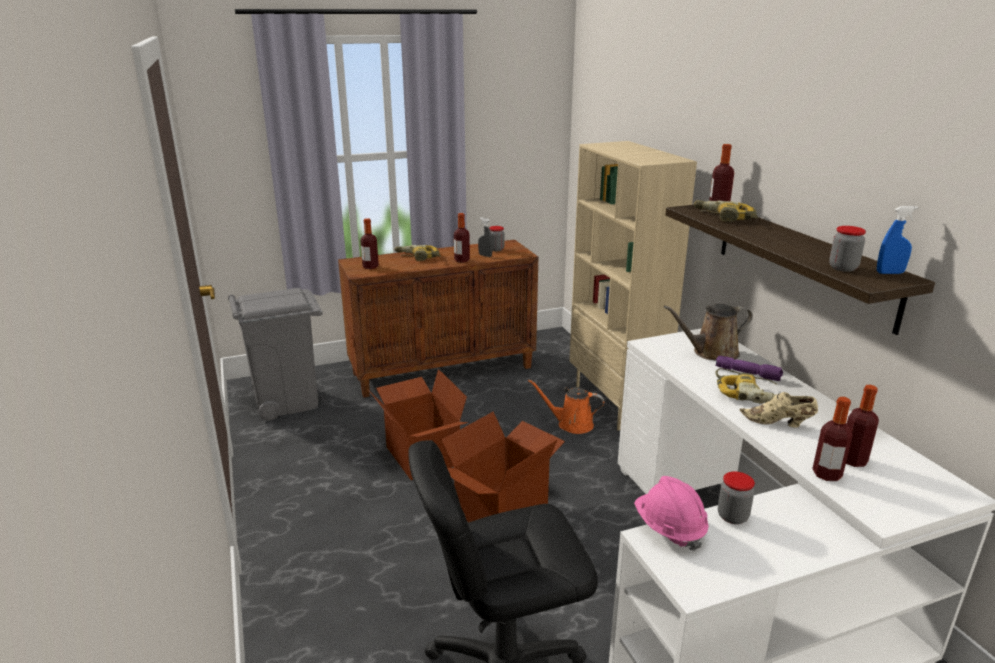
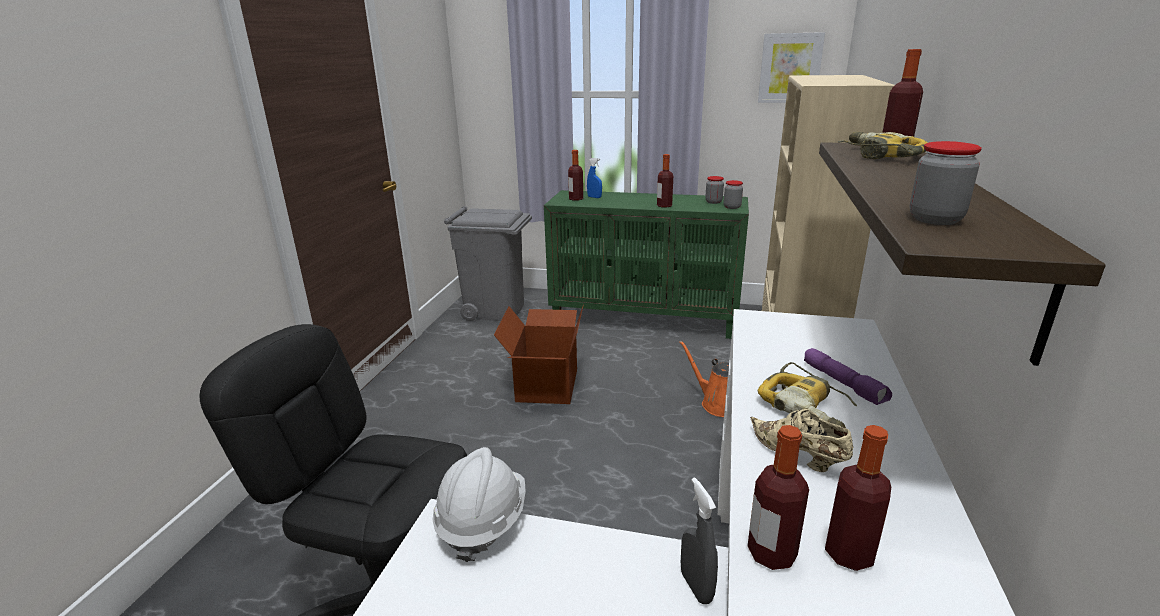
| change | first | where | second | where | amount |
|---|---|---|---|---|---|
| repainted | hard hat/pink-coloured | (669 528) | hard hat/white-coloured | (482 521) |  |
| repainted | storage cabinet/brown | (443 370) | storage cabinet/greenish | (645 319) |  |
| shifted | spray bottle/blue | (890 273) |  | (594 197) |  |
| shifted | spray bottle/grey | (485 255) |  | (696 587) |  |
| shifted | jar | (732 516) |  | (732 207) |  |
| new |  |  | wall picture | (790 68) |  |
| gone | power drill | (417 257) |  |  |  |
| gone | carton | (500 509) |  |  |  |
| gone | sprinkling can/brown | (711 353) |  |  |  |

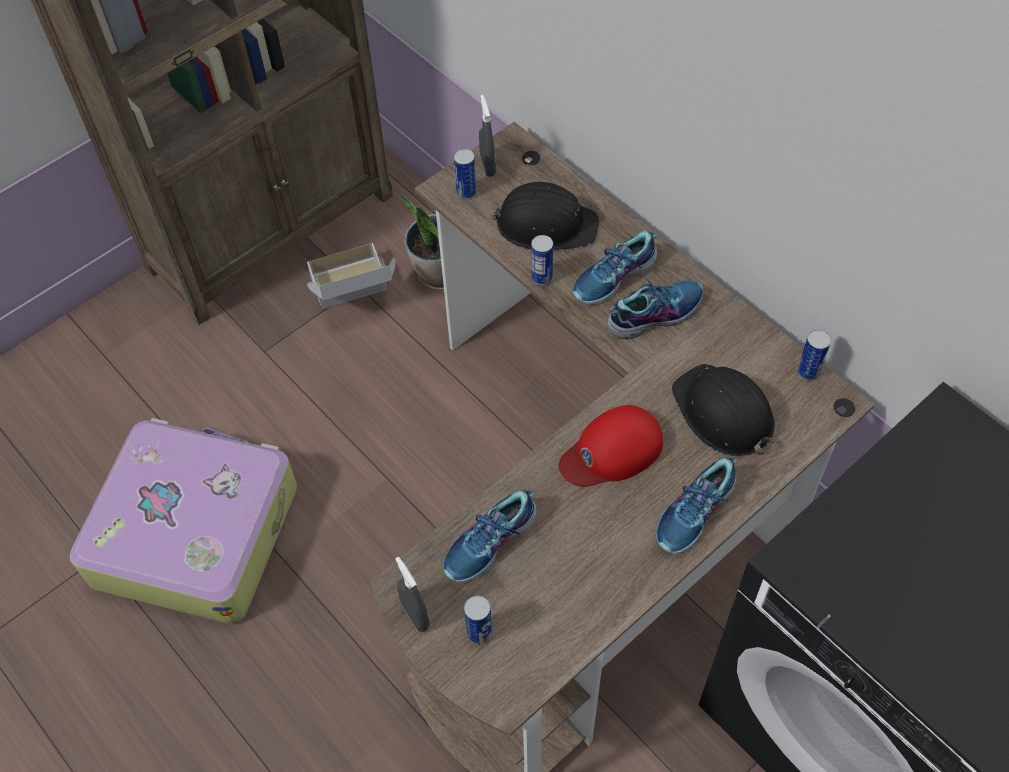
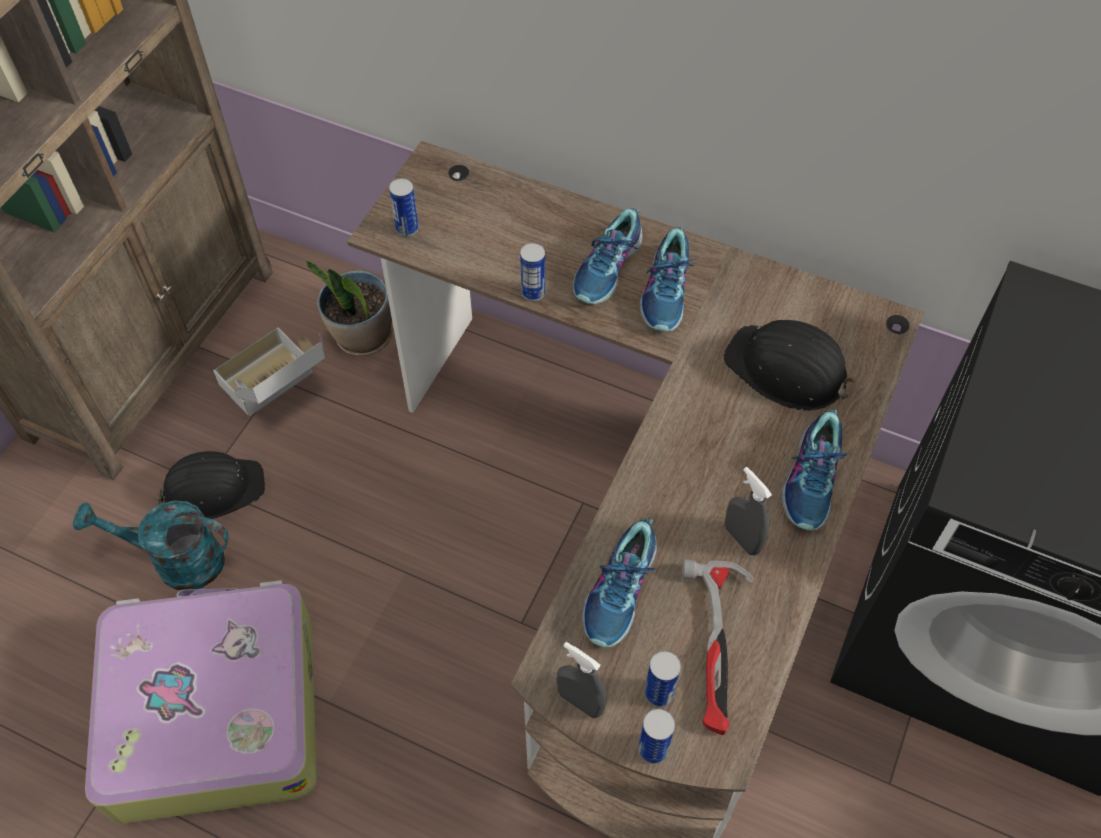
| change | first | where | second | where | amount |
|---|---|---|---|---|---|
| new |  |  | sprinkling can/turquoise-coloured | (176 560) |  |
| shifted | hard hat/blackish | (545 224) |  | (213 489) |  |
| shifted | sealed can | (808 372) |  | (653 749) |  |
| rotated | low shoe | (654 313) |  | (667 292) | 150 degrees clockwise |
| new |  |  | hammer | (718 647) |  |
| shifted | spray bottle/grey | (488 166) |  | (742 539) |  |
| gone | baseball cap/red-coloured | (612 451) |  |  |  |

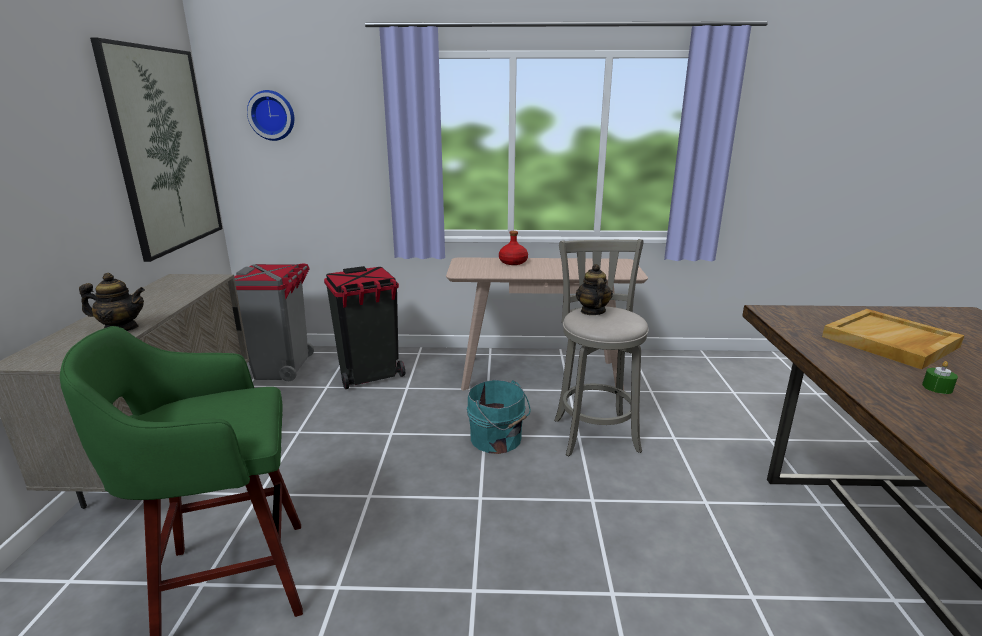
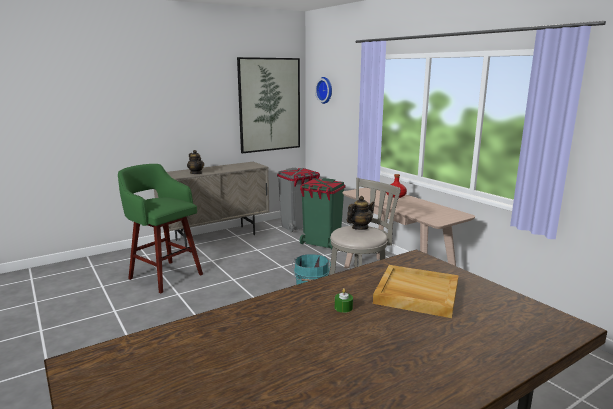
| change | first | where | second | where | amount |
|---|---|---|---|---|---|
| repainted | trash can/blackish | (370 375) | trash can/greenish | (322 244) |  |

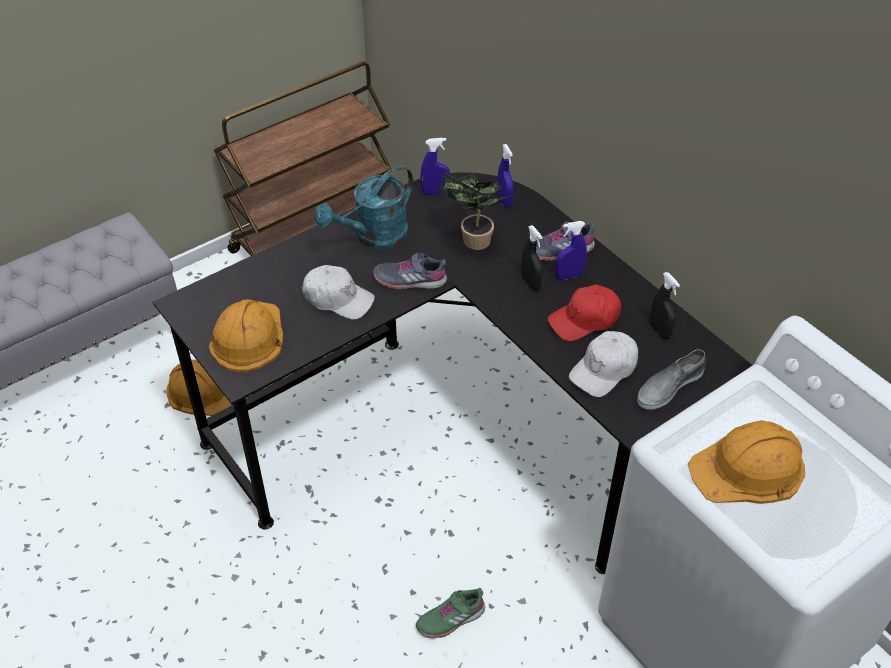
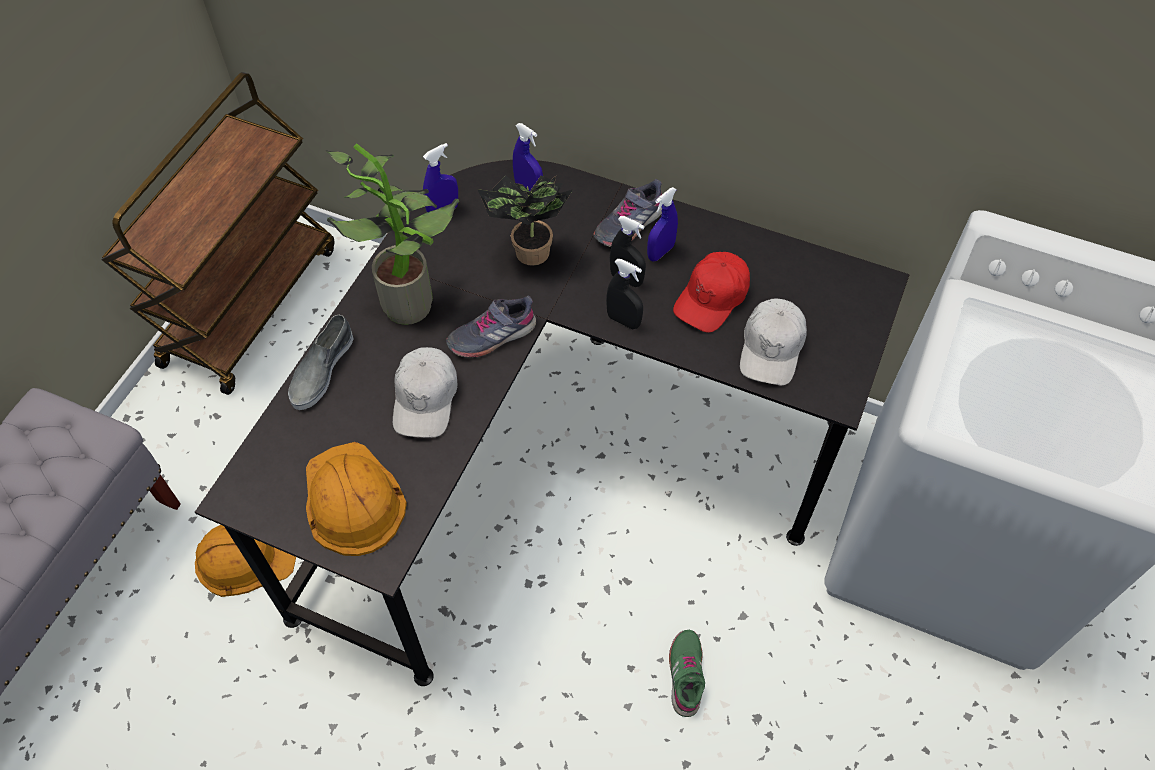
| change | first | where | second | where | amount |
|---|---|---|---|---|---|
| shifted | low shoe/grey | (669 386) |  | (321 369) |  |
| swapped | sprinkling can/turquoise-coloured | (374 238) | houseplant | (413 300) |  |
| rotated | baseball cap/white-coloured | (338 299) |  | (426 399) | 105 degrees clockwise |
| shifted | spray bottle/blackish | (659 330) |  | (623 321) |  |
| rotated | low shoe/greenish | (450 618) |  | (686 674) | 150 degrees clockwise |
| gone | hard hat/orange | (748 469) |  |  |  |

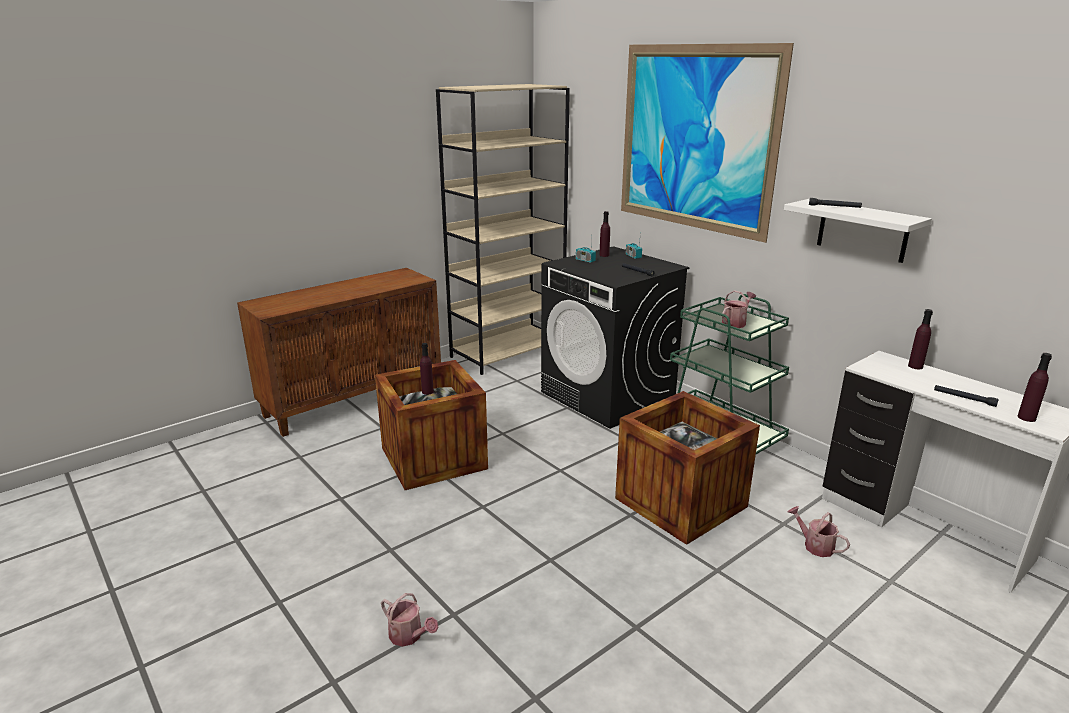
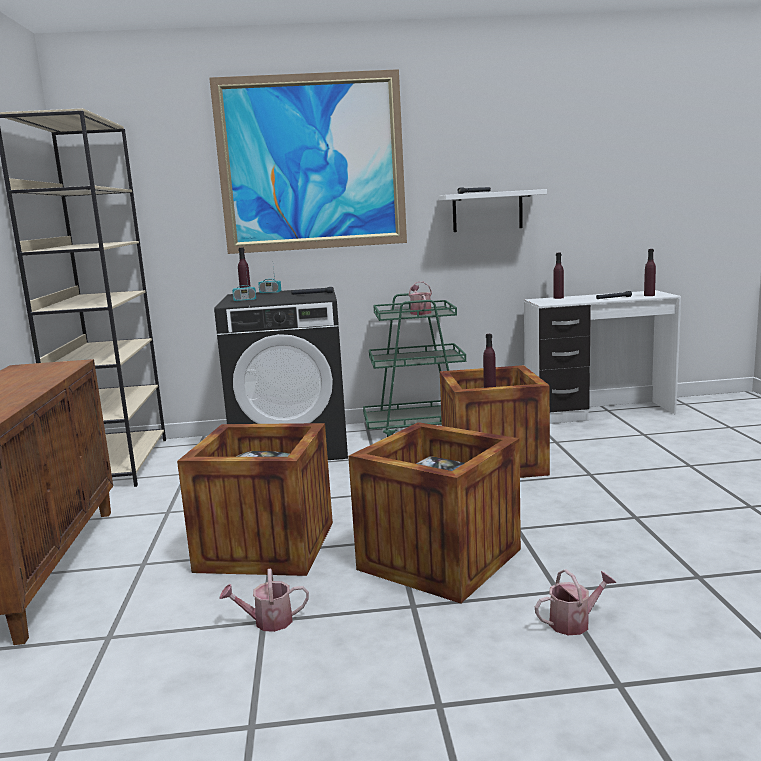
| change | first | where | second | where | amount |
|---|---|---|---|---|---|
| shifted | sprinkling can | (814 545) |  | (267 622) |  |
| new |  |  | crate | (439 559) |  |
| shifted | drink bottle/purplish | (427 392) |  | (489 387) |  |

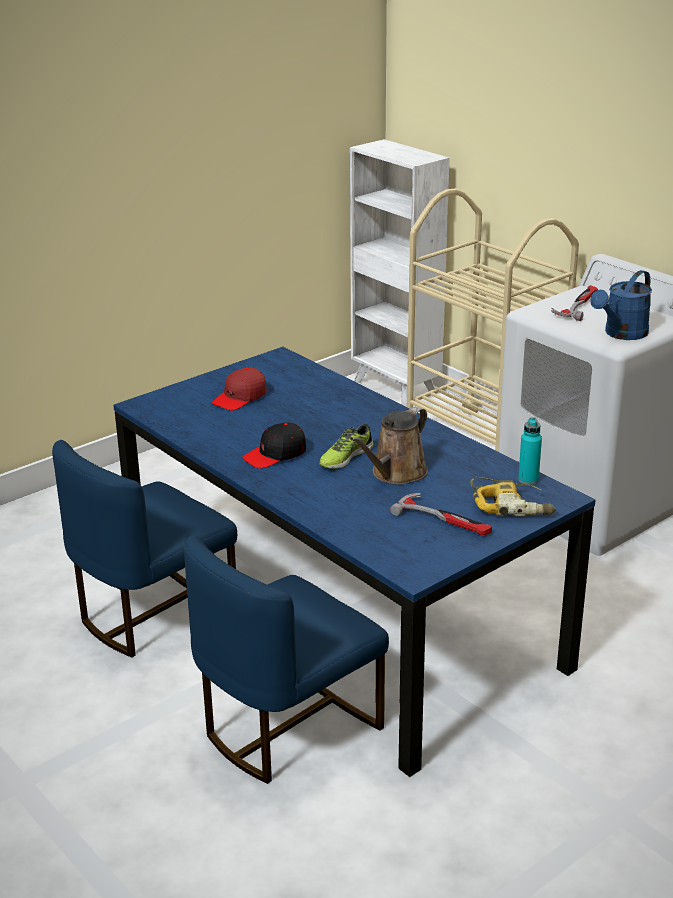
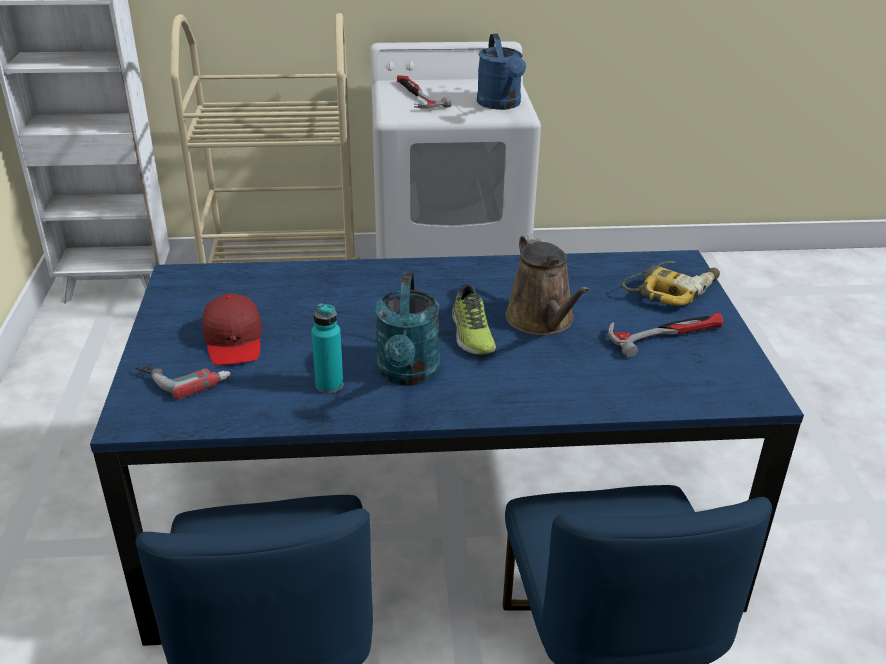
| change | first | where | second | where | amount |
|---|---|---|---|---|---|
| new |  |  | power drill | (184 377) |  |
| shifted | drink bottle/turquoise-coloured | (528 480) |  | (329 385) |  |
| swapped | baseball cap/blackish | (275 454) | sprinkling can/turquoise-coloured | (408 374) |  |

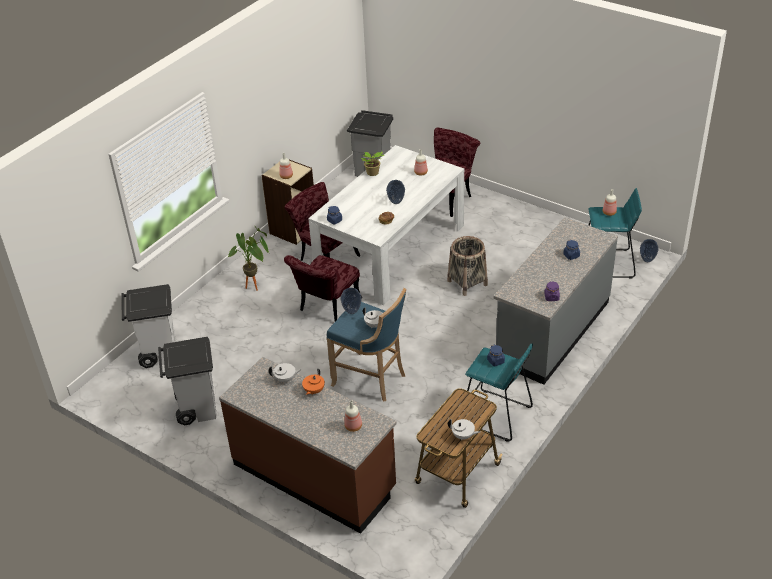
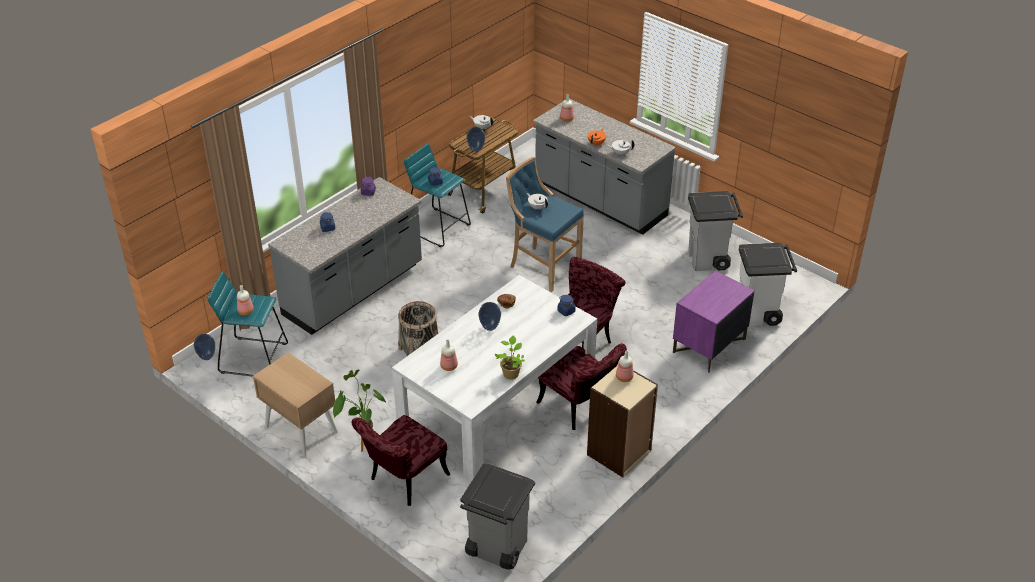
| change | first | where | second | where | amount |
|---|---|---|---|---|---|
| new |  |  | nightstand/beige | (300 429) |  |
| shifted | houseplant | (256 287) |  | (361 445) |  |
| shifted | flower vase | (351 311) |  | (476 150) |  |
| repainted | counter/brown | (314 476) | counter/grey | (599 201) |  |
| new |  |  | nightstand/purplish | (709 346) |  |

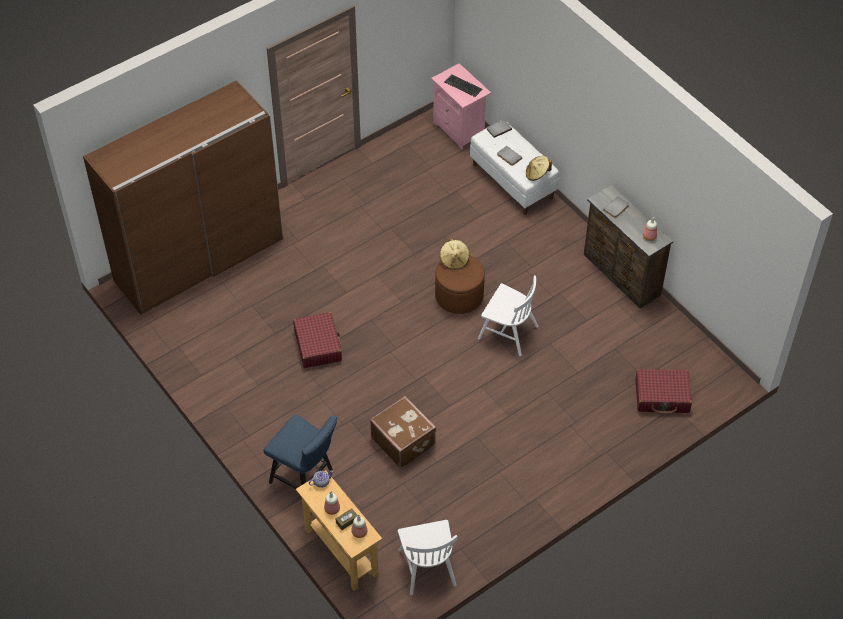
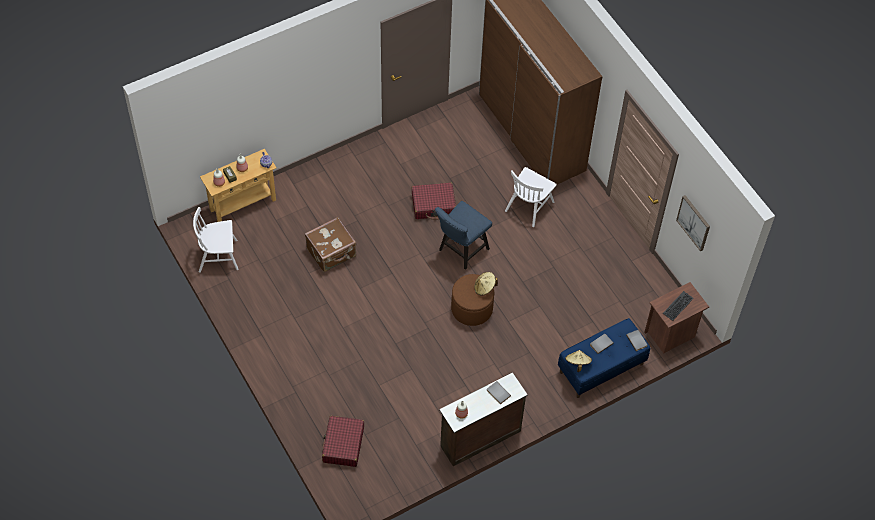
| change | first | where | second | where | amount |
|---|---|---|---|---|---|
| shifted | chair/blue | (305 478) |  | (461 251) |  |
| shifted | chair/white-coloured | (507 332) |  | (529 206) |  |
| repainted | bench/white-coloured | (513 181) | bench/blue | (601 368) |  |
| repainted | nightstand/pink-coloured | (460 129) | nightstand/brown | (670 334) |  |
| new |  |  | wall picture | (694 222) |  |

